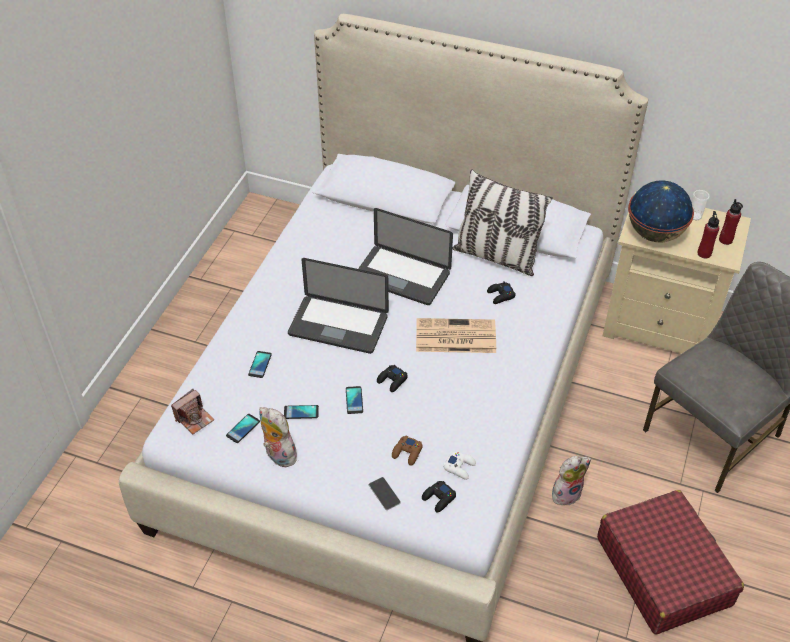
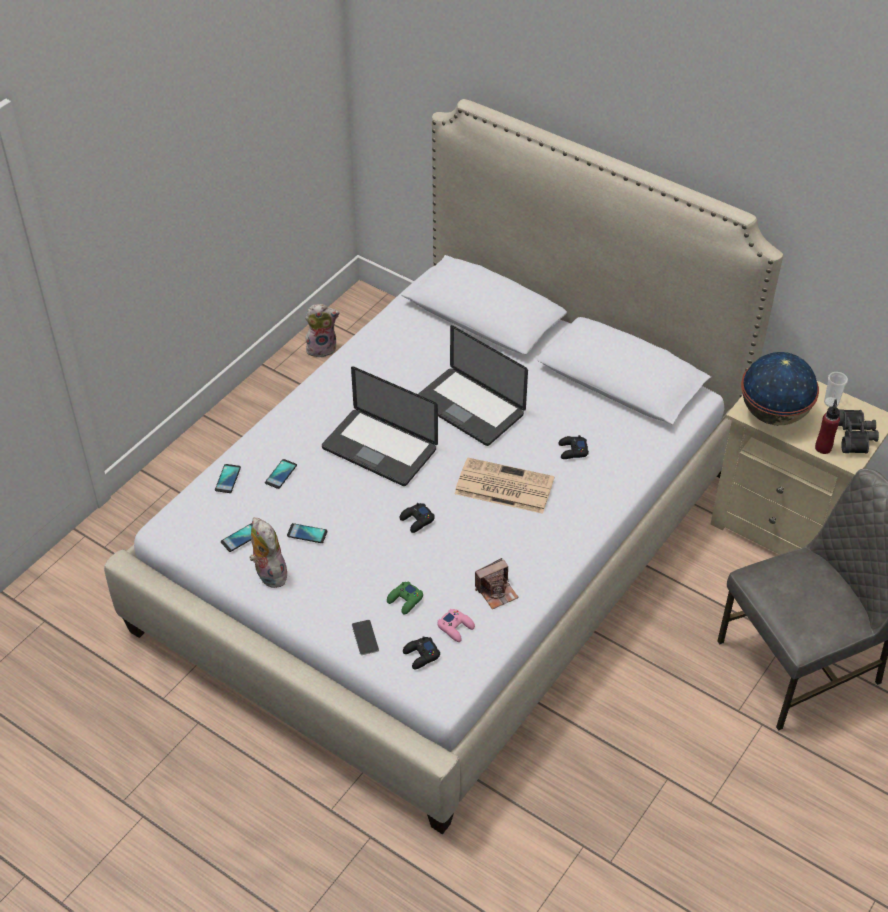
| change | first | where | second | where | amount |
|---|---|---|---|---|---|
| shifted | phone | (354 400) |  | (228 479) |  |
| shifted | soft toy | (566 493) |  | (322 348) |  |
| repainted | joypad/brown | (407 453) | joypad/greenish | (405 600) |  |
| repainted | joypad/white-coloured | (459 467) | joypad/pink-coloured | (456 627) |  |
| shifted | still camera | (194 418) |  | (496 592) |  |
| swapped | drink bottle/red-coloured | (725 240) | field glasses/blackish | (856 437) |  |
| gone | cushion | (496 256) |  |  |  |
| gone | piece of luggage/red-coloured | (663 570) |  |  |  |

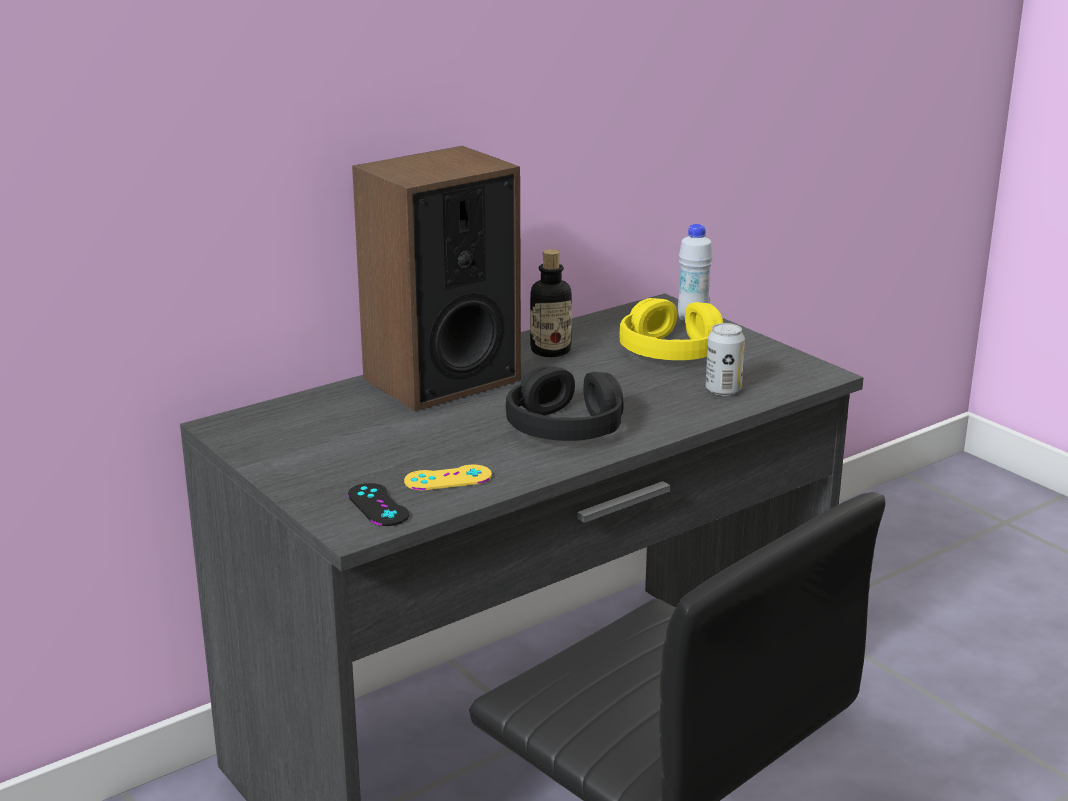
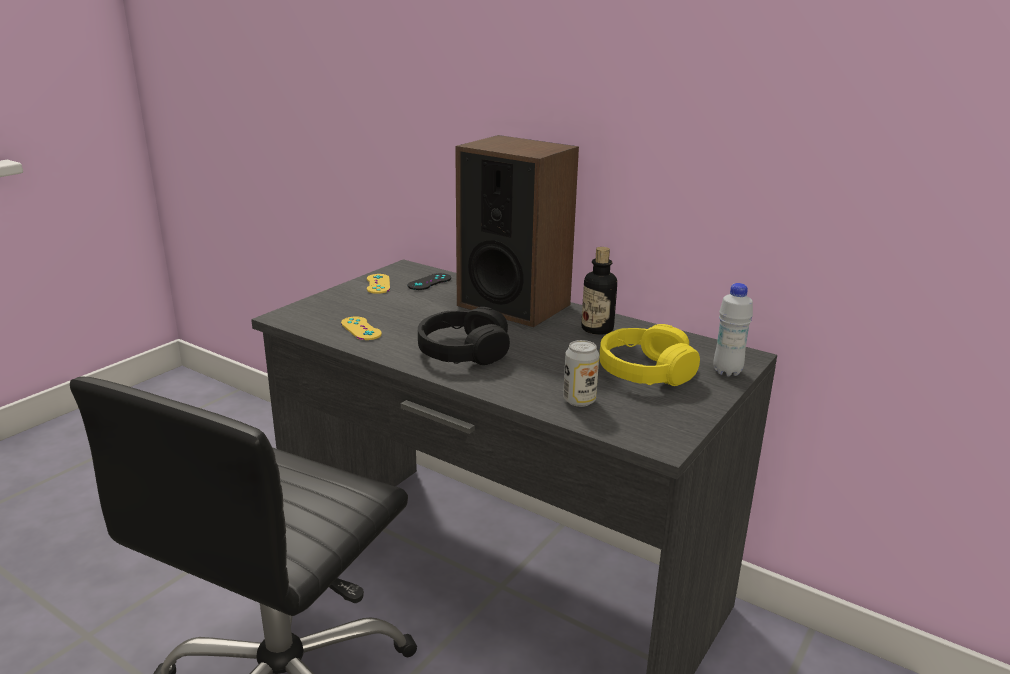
| change | first | where | second | where | amount |
|---|---|---|---|---|---|
| new |  |  | joypad/yellowish | (378 284) |  |
| shifted | joypad/blackish | (378 505) |  | (429 282) |  |

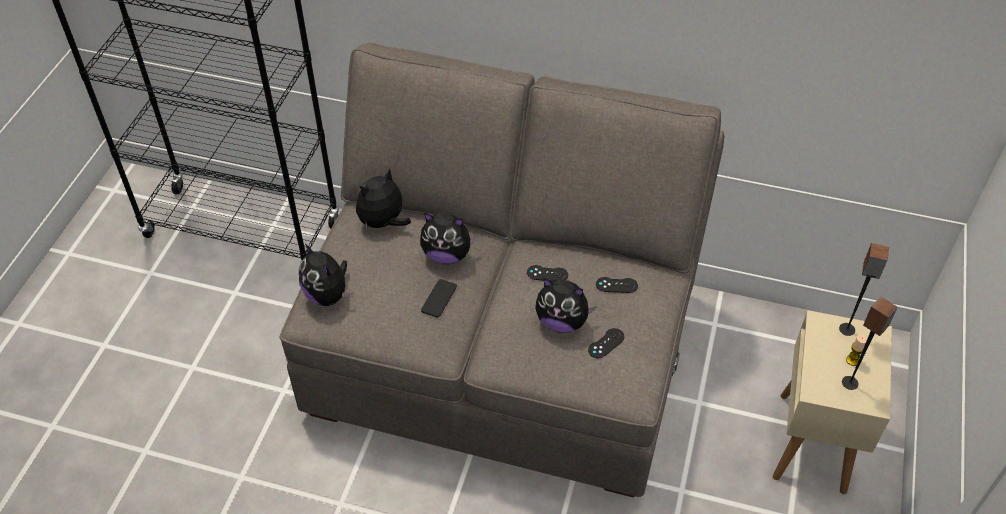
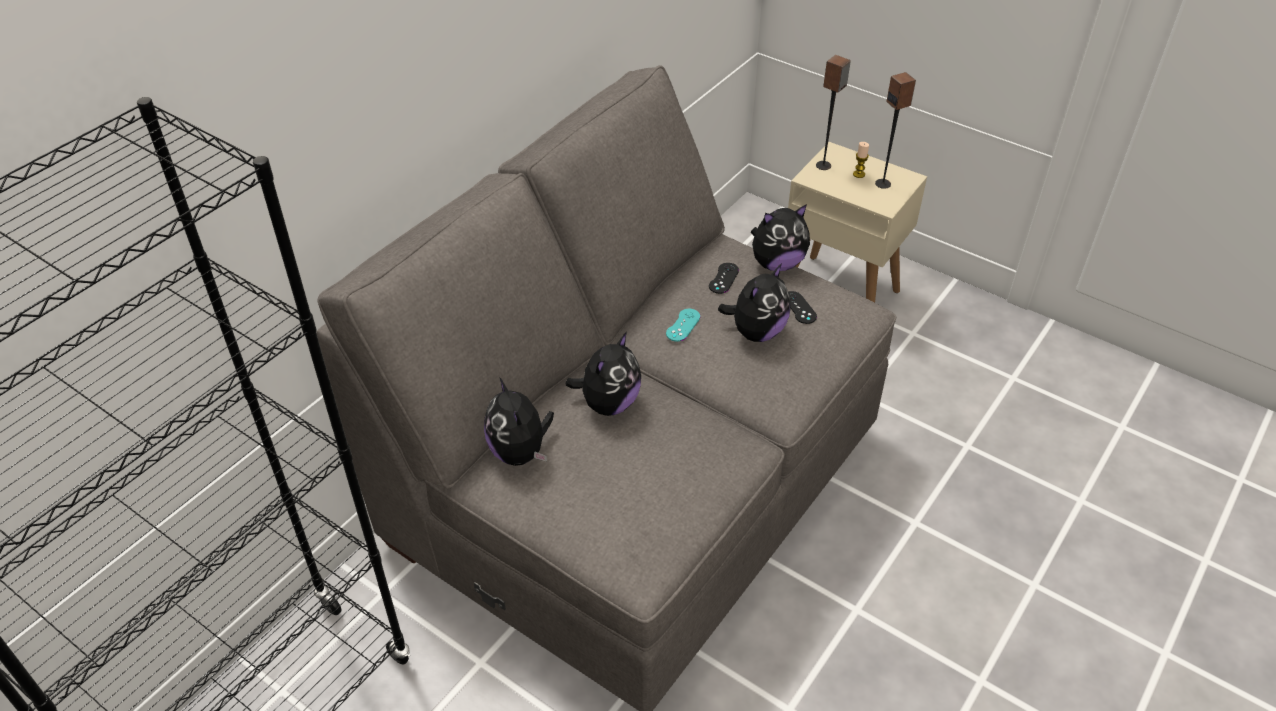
| change | first | where | second | where | amount |
|---|---|---|---|---|---|
| repainted | joypad/blackish | (547 274) | joypad/turquoise-coloured | (683 325) |  |
| shifted | soft toy | (328 295) |  | (777 263) |  |
| gone | phone | (439 298) |  |  |  |

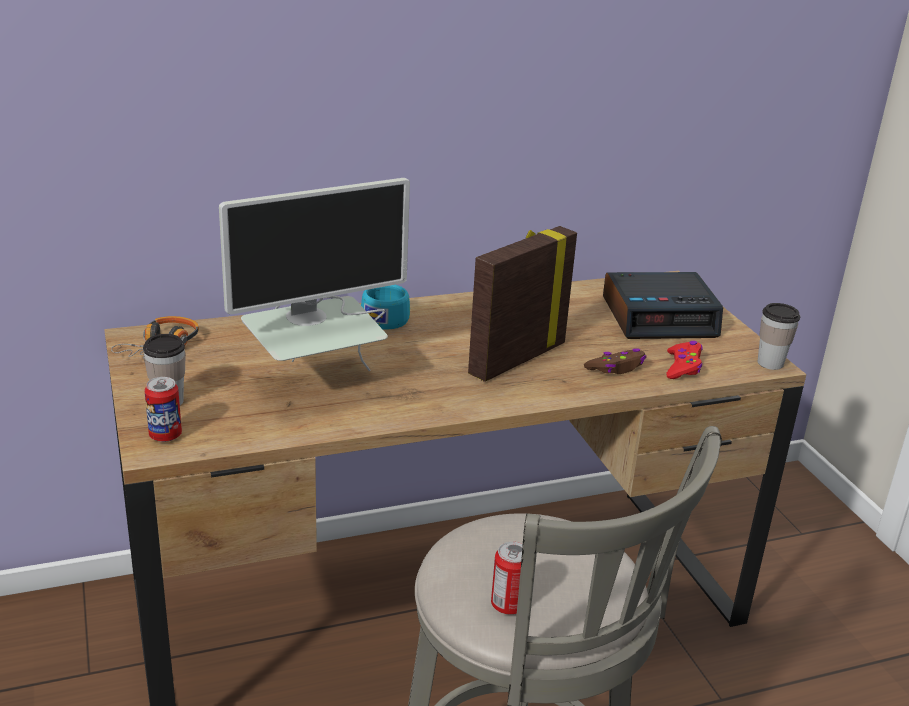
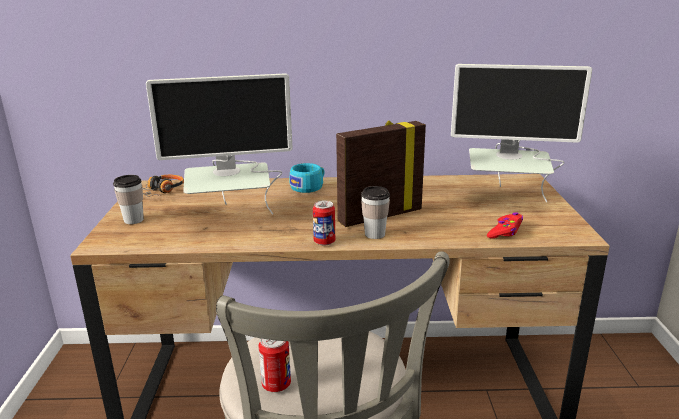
| change | first | where | second | where | amount |
|---|---|---|---|---|---|
| shifted | sealed can | (165 436) |  | (324 242) |  |
| shifted | cup | (770 363) |  | (375 234) |  |
| swapped | bedside clock | (660 317) | computer display | (506 199) |  |
| gone | joypad/brown | (616 368) |  |  |  |

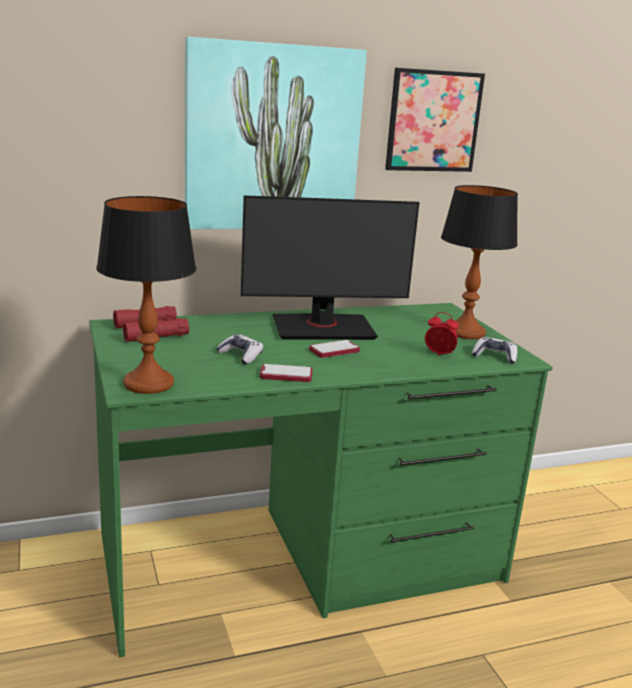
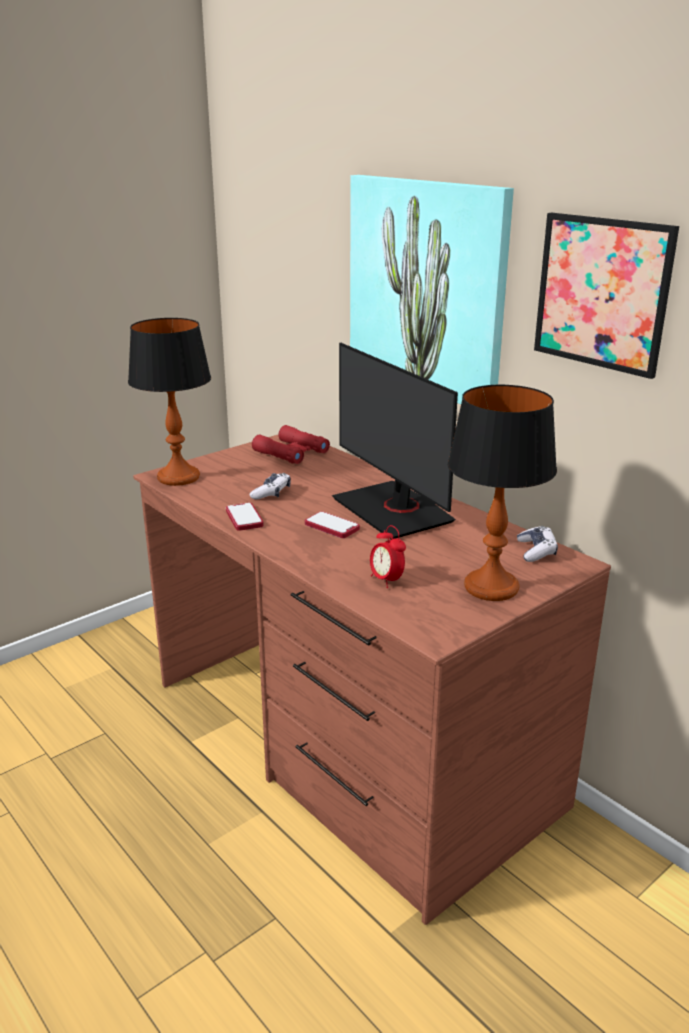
| change | first | where | second | where | amount |
|---|---|---|---|---|---|
| repainted | desk/greenish | (302 559) | desk/brown | (347 742) |  |
| rotated | bedside clock | (439 354) |  | (386 580) | 150 degrees clockwise |
| shifted | joypad | (494 356) |  | (536 551) |  |

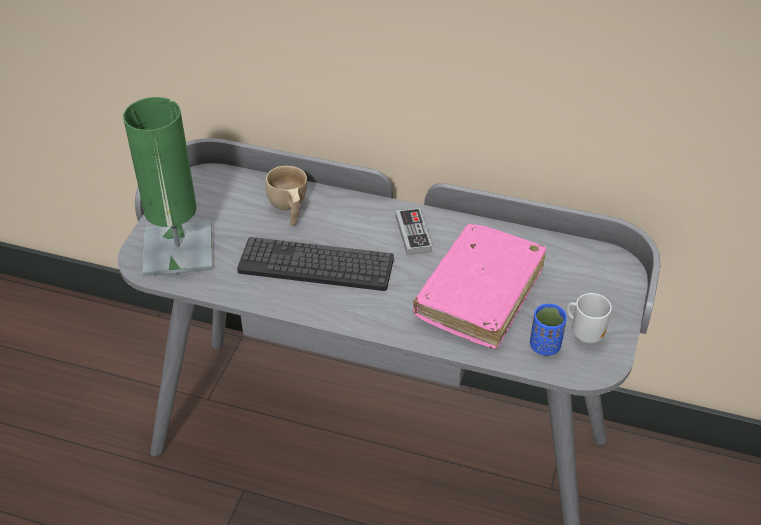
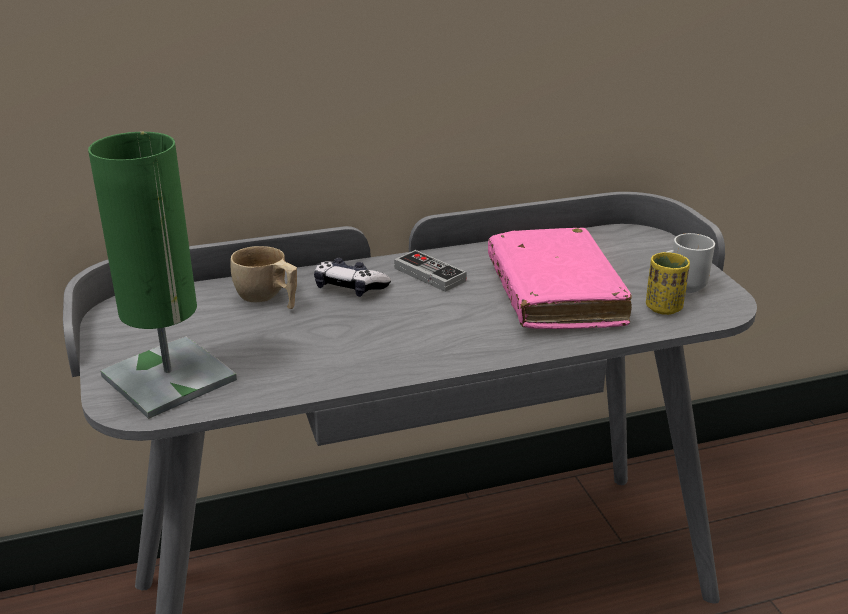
| change | first | where | second | where | amount |
|---|---|---|---|---|---|
| new |  |  | joypad | (349 288) |  |
| repainted | cup/blue | (545 346) | cup/yellowish | (663 308) |  |
| gone | PC keyboard | (316 265) |  |  |  |

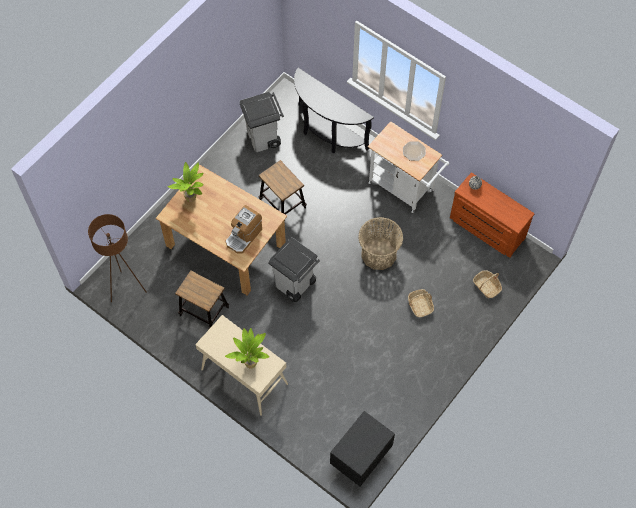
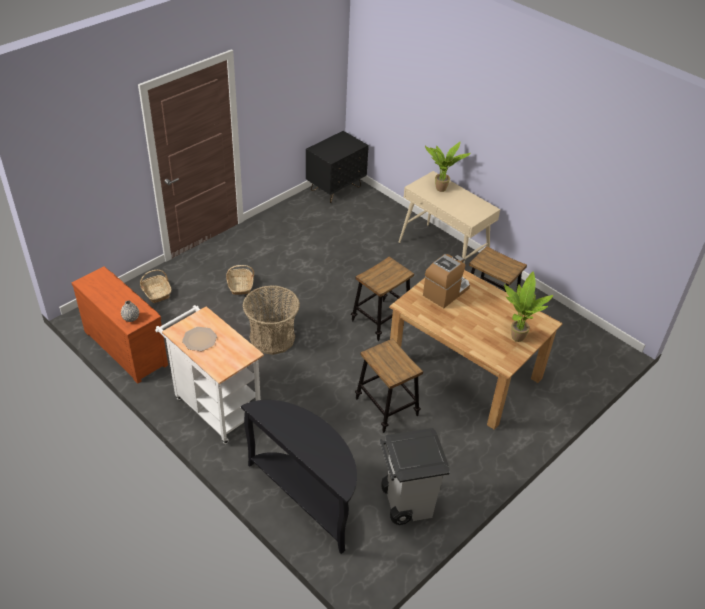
| change | first | where | second | where | amount |
|---|---|---|---|---|---|
| swapped | trash can/grey | (295 285) | stool seat | (381 320) |  |
| gone | floor lamp/brown | (126 288) |  |  |  |

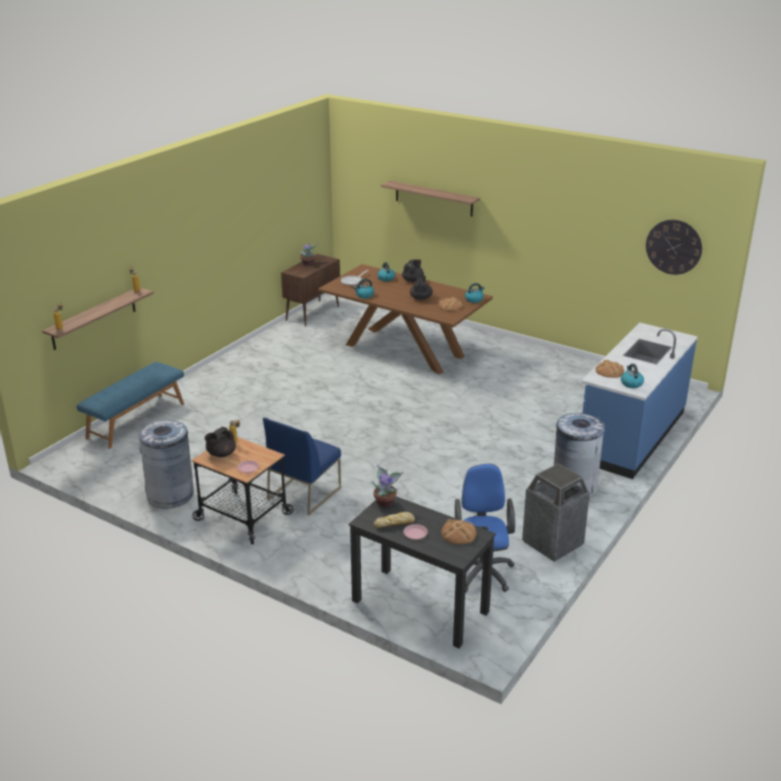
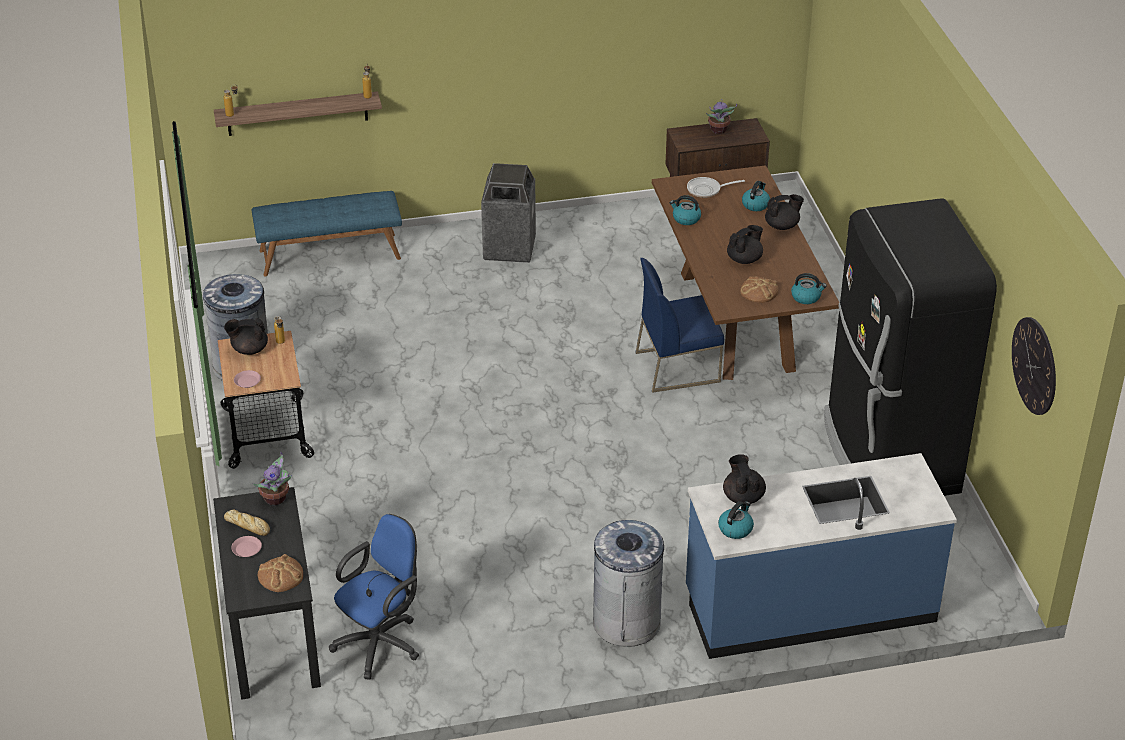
| change | first | where | second | where | amount |
|---|---|---|---|---|---|
| shifted | trash can | (552 543) |  | (509 248) |  |
| shifted | chair/blue | (304 493) |  | (678 366) |  |
| swapped | bread | (609 371) | teapot/blackish | (743 496) |  |
| new |  |  | kitchen fridge/blackish | (888 455) |  |
| gone | shelf | (433 198) |  |  |  |

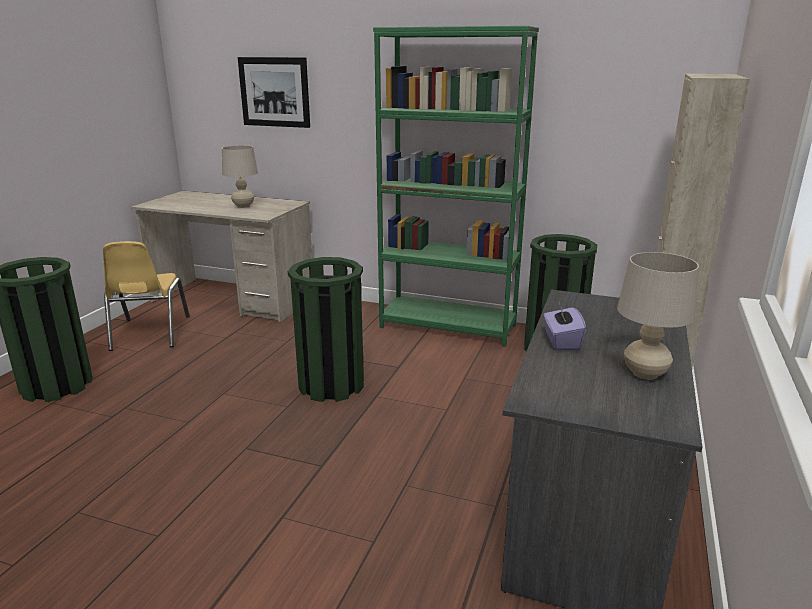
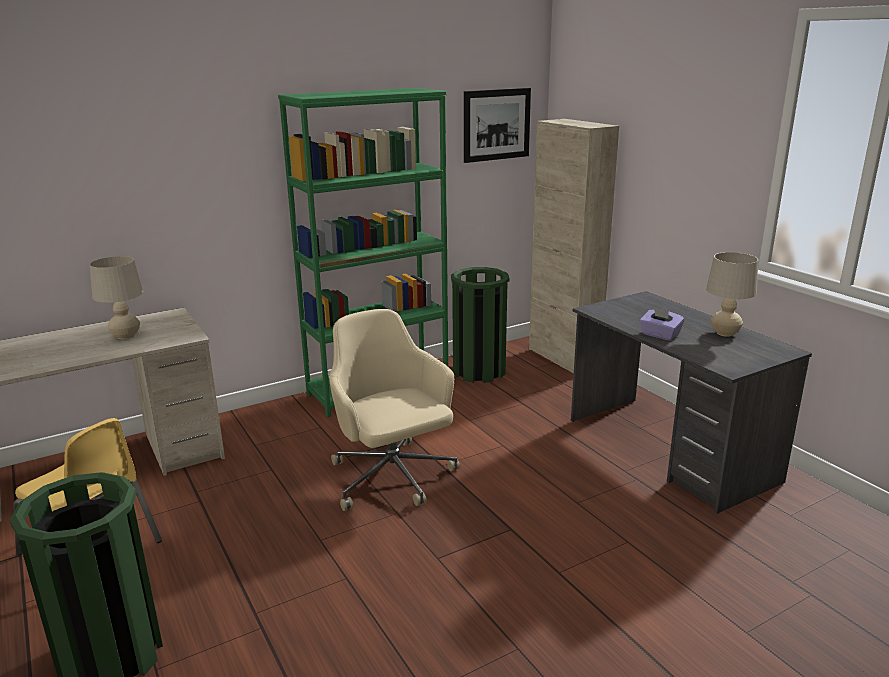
| change | first | where | second | where | amount |
|---|---|---|---|---|---|
| swapped | trash can/greenish | (331 385) | desk chair/beige | (393 478) |  |
| shifted | wall picture | (274 92) |  | (496 124) |  |

